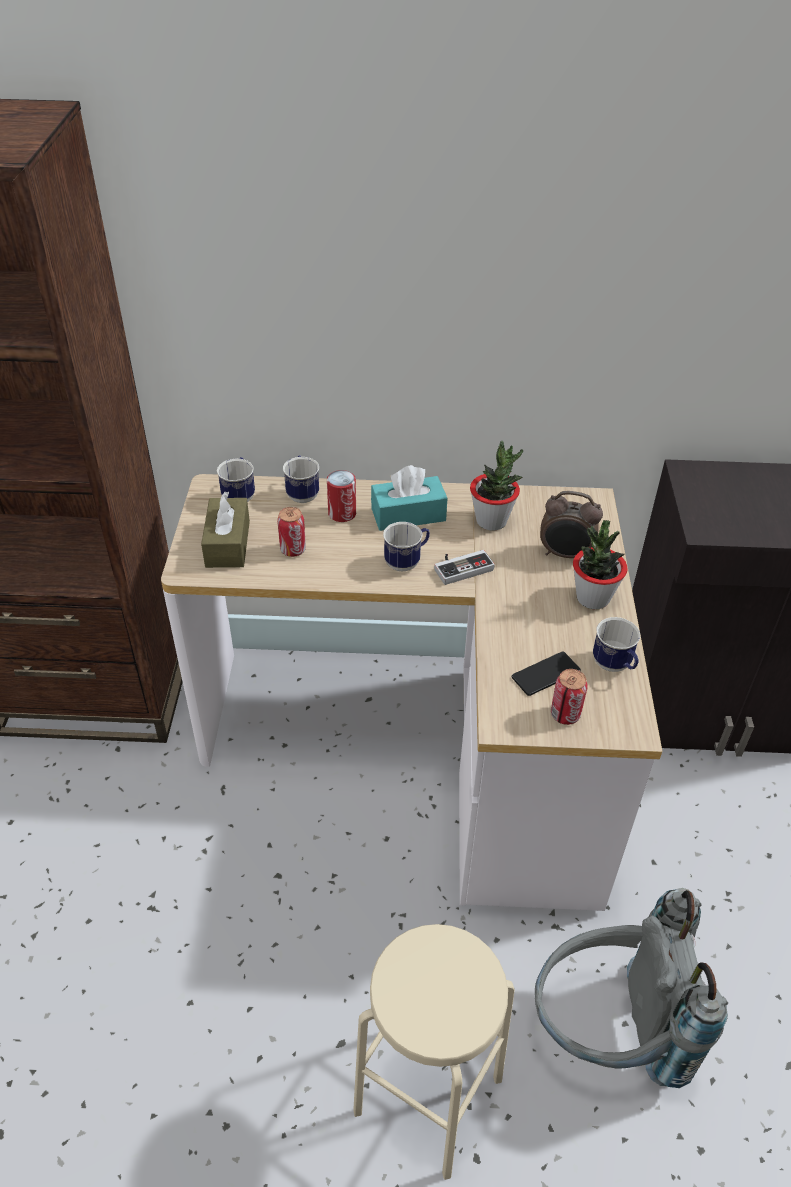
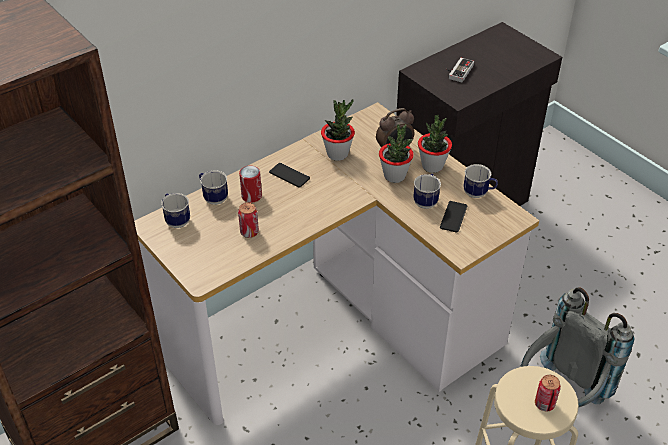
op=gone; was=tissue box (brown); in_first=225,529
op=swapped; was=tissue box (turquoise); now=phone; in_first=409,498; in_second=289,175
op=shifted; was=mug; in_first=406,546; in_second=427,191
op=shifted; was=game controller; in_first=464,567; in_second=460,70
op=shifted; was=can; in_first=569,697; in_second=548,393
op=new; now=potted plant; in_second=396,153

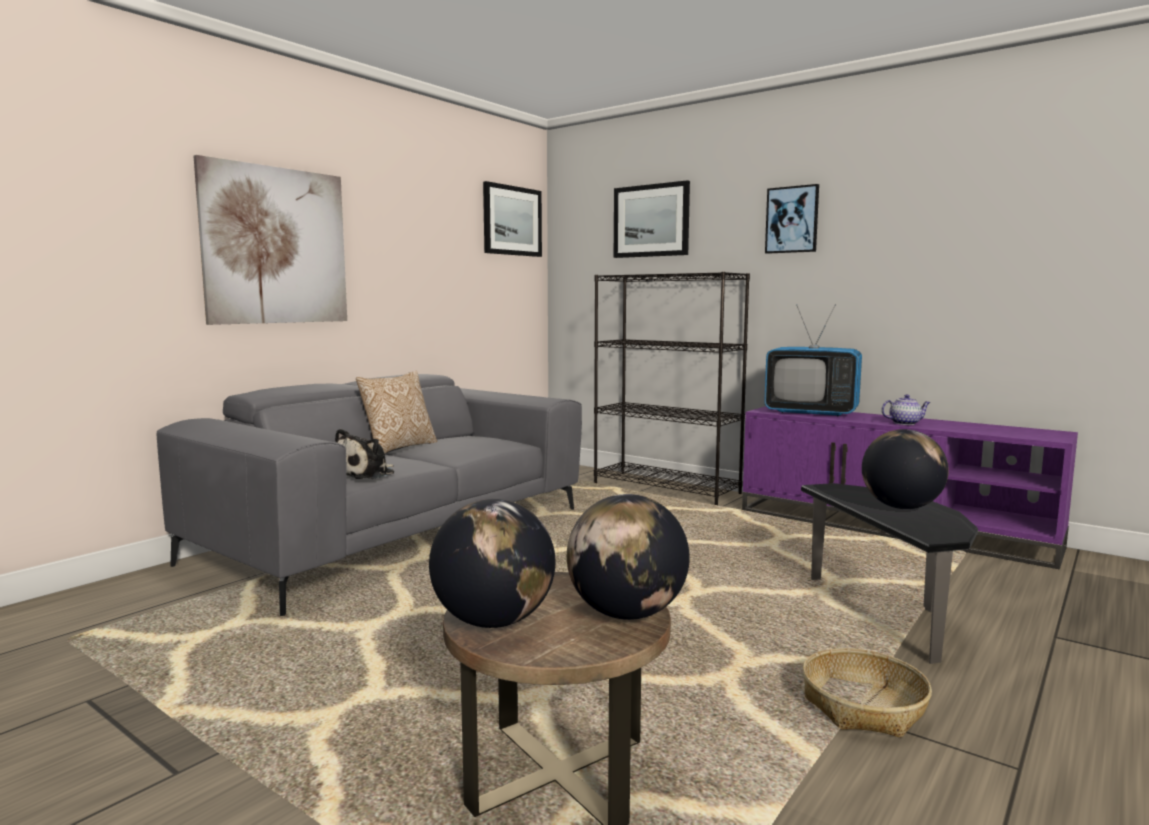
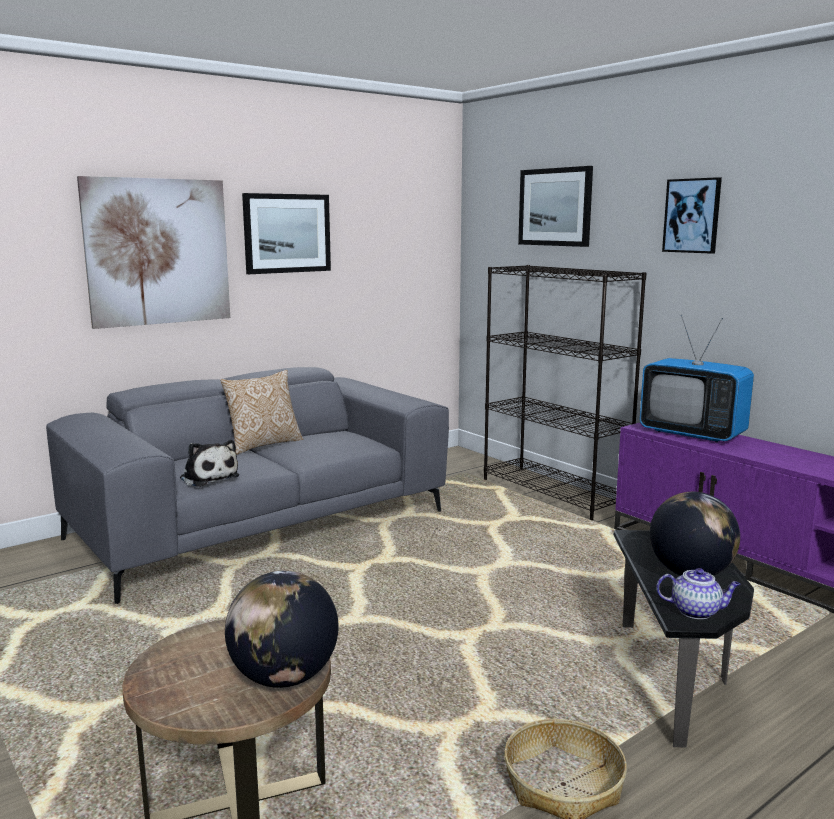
op=rotated; was=plush toy; in_first=364,454; in_second=210,463; clockwise=-90
op=gone; was=globe; in_first=492,563
op=shifted; was=picture; in_first=512,219; in_second=286,233
op=shifted; was=teapot; in_first=906,409; in_second=698,593

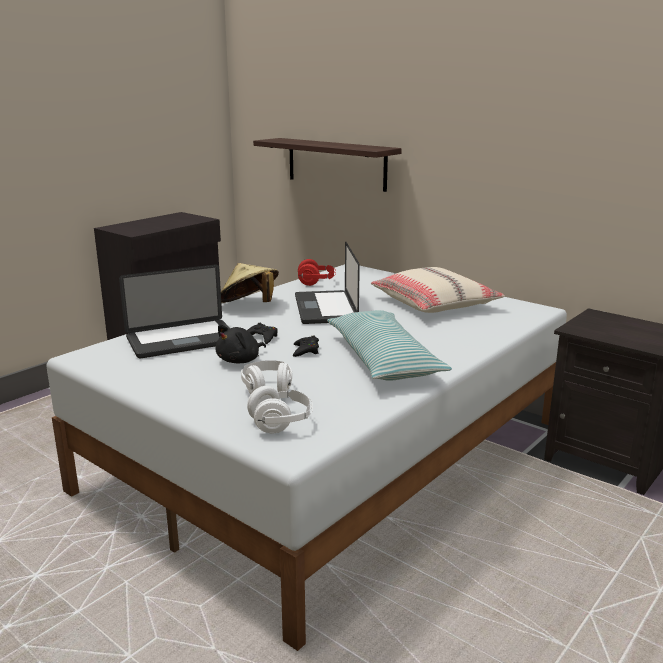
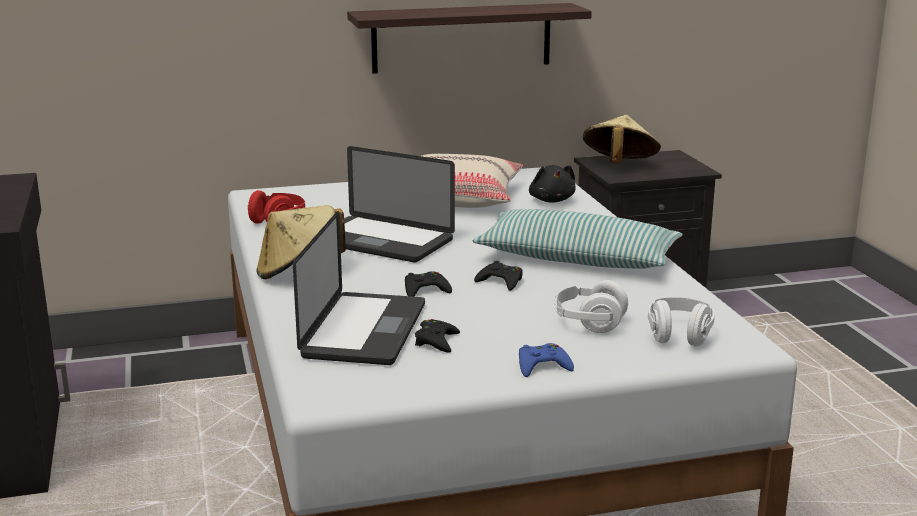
op=shifted; was=plush toy (black); in_first=240,344; in_second=552,184
op=shifted; was=shelf; in_first=327,165; in_second=469,38
op=new; now=game controller (black); in_second=437,336
op=new; now=game controller (blue); in_second=546,360
op=new; now=hat (beige); in_second=622,139

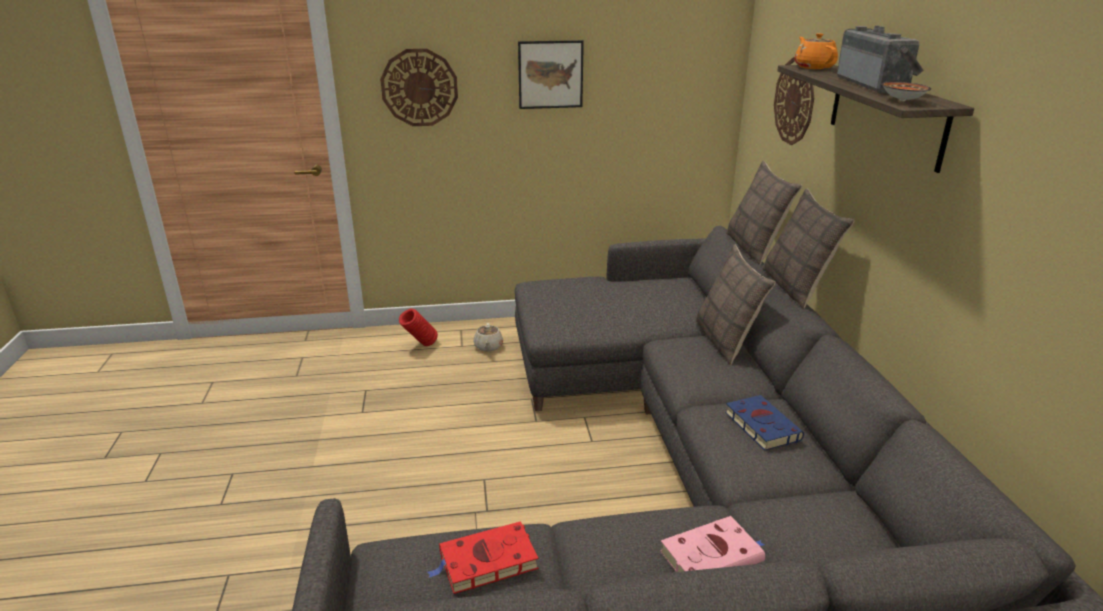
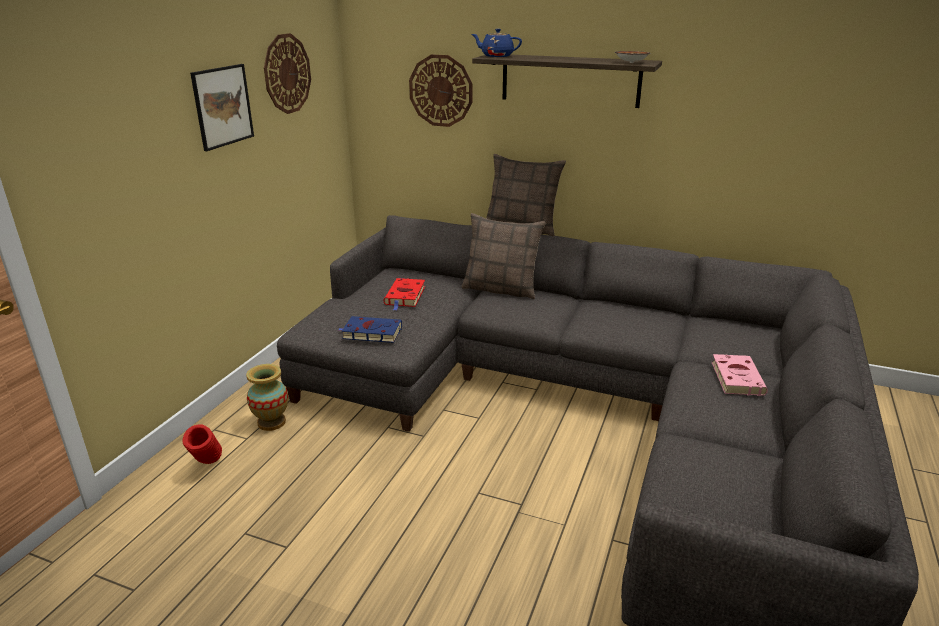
op=shifted; was=wall clock; in_first=419,87; in_second=287,73
op=shifted; was=book (red); in_first=483,557; in_second=404,294
op=swapped; was=teapot (beige); now=vase; in_first=488,337; in_second=267,397
op=shifted; was=book (blue); in_first=764,423; in_second=370,329
op=gone; was=pillow; in_first=764,212
op=repainted; was=teapot (orange); now=teapot (blue); in_first=816,51; in_second=497,43
op=gone; was=radio; in_first=880,59

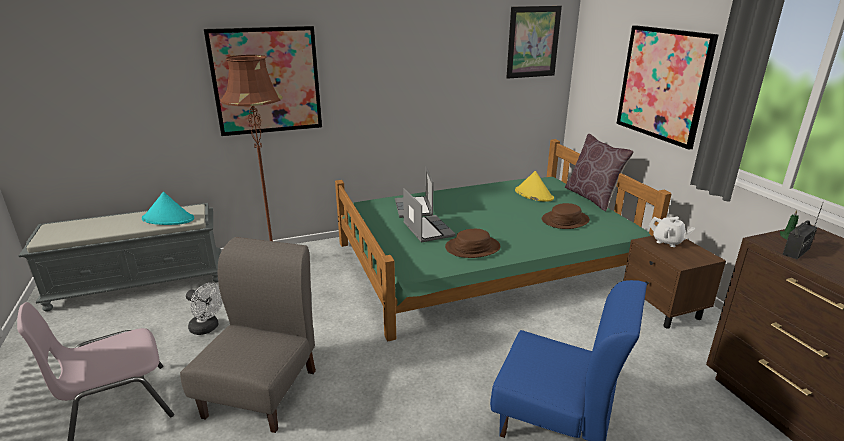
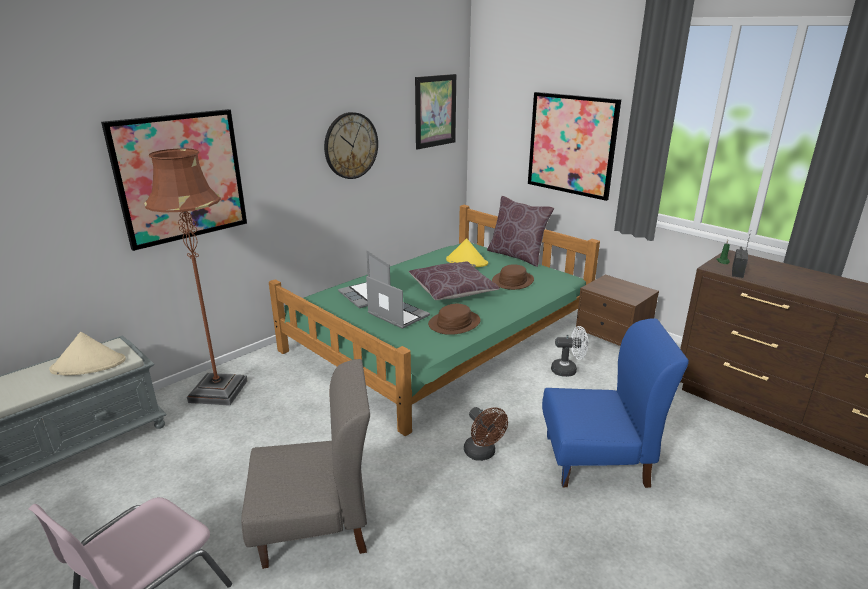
op=repainted; was=hat (turquoise); now=hat (beige); in_first=168,208; in_second=87,353
op=rotated; was=chair (grey); in_first=248,335; in_second=305,464; clockwise=90
op=shifted; was=fan (white); in_first=204,309; in_second=569,351
op=gone; was=teapot (white); in_first=672,232
op=new; now=wall clock; in_second=351,145
op=new; now=pillow (brown); in_second=454,281
op=new; now=fan (brown); in_second=486,434

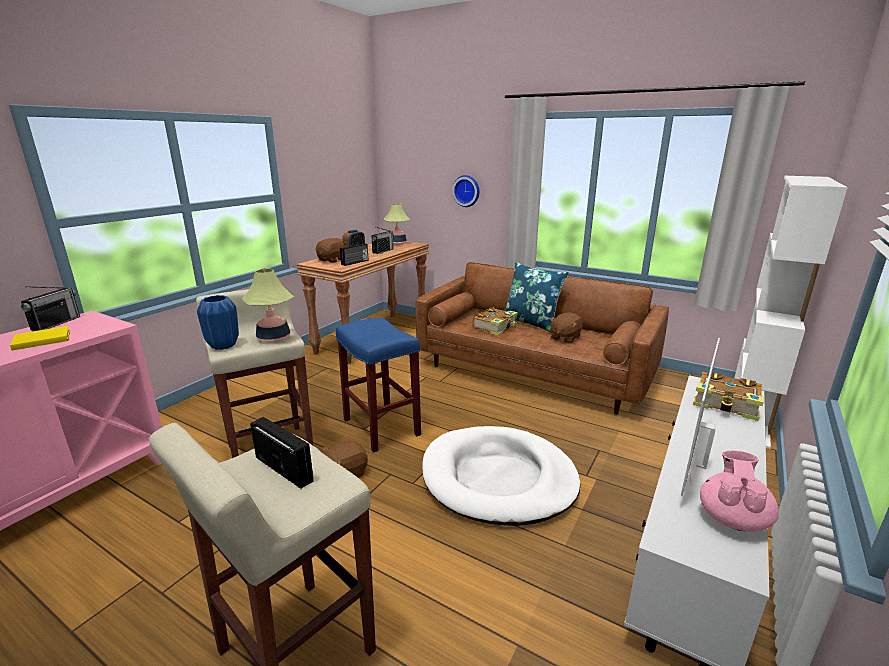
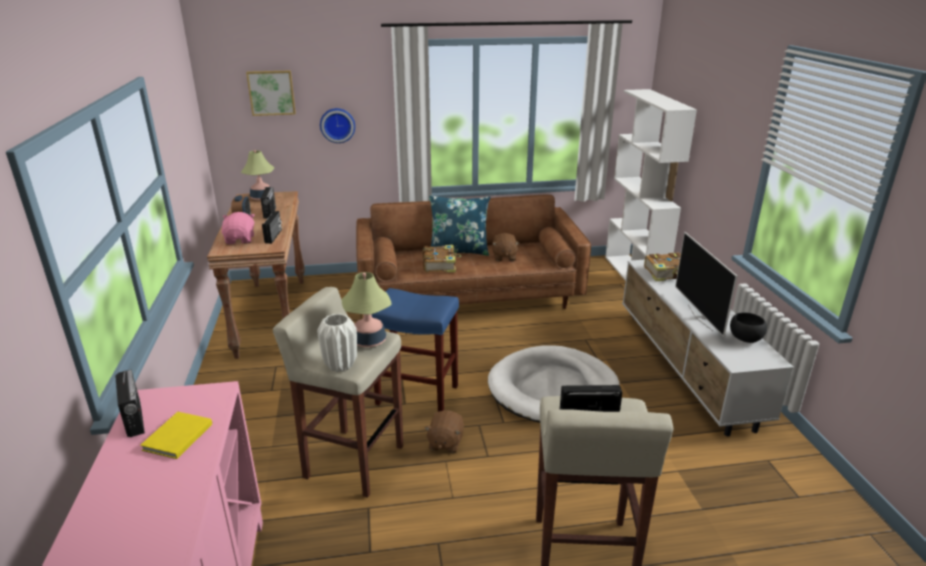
op=repainted; was=vase (blue); now=vase (white); in_first=218,322; in_second=337,343
op=repainted; was=plush toy (brown); now=plush toy (pink); in_first=331,250; in_second=238,228
op=swapped; was=teapot (pink); now=bowl (black); in_first=739,491; in_second=748,328
op=new; now=picture; in_second=271,93

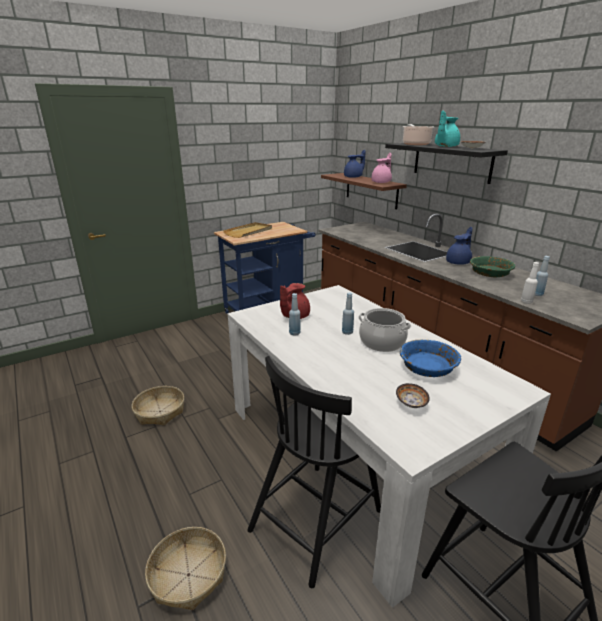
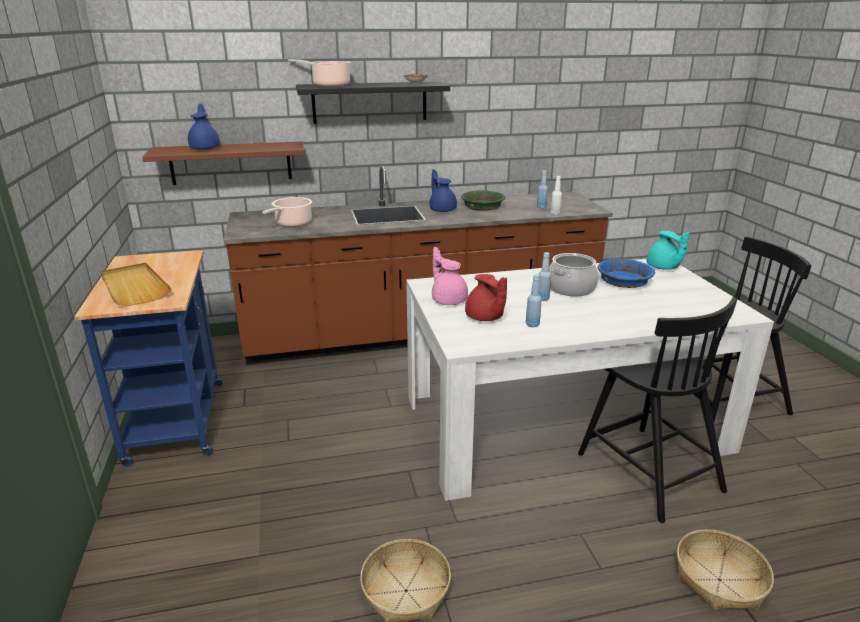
op=shifted; was=teapot (pink); in_first=381,168; in_second=450,276
op=gone; was=bowl; in_first=413,395
op=shifted; was=teapot (turquoise); in_first=447,129; in_second=668,250
op=new; now=cooking pot; in_second=287,212

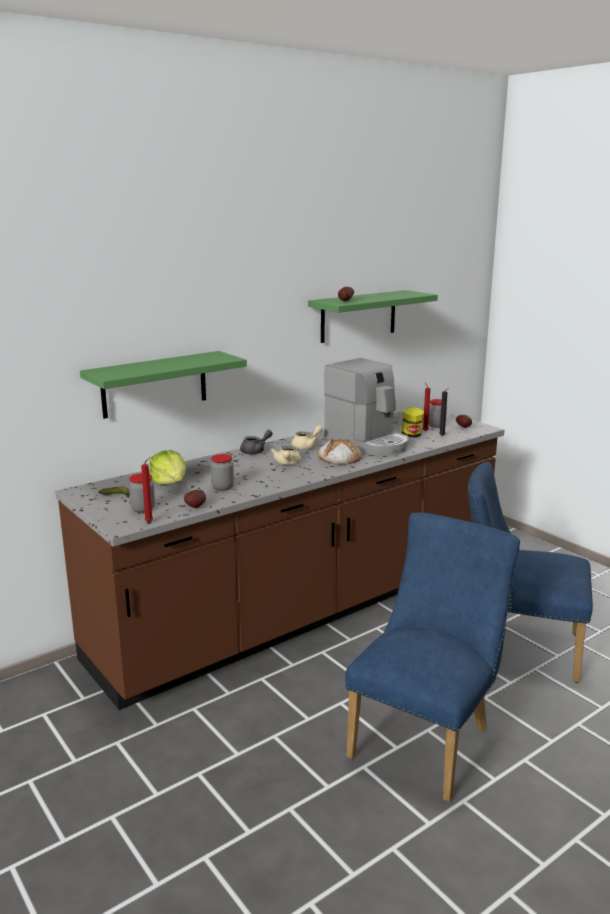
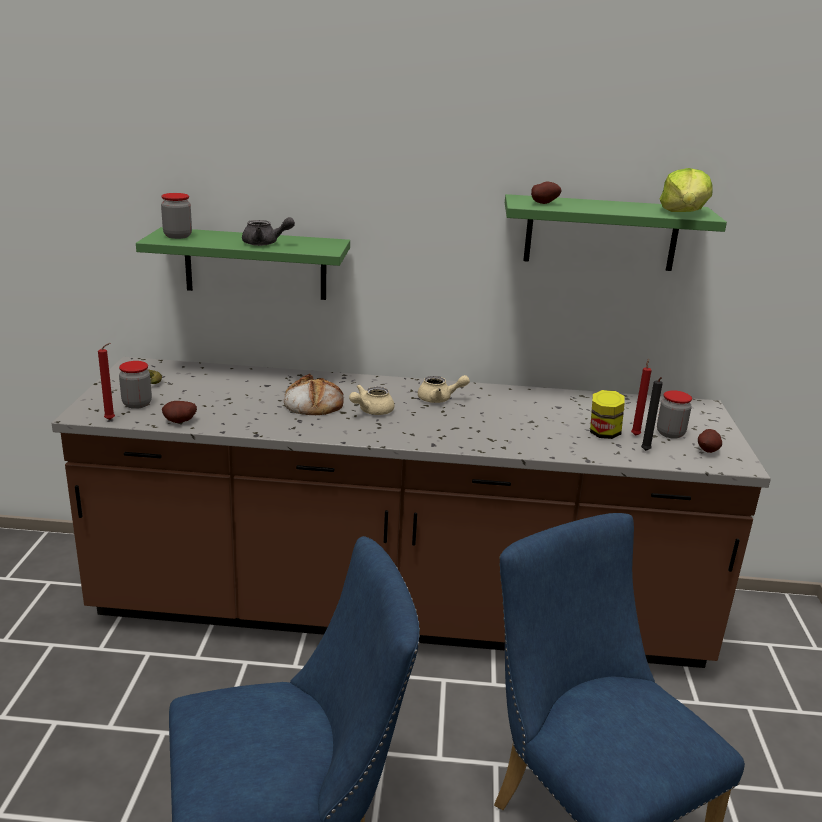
op=shifted; was=lettuce; in_first=167,467; in_second=686,190
op=shifted; was=jar; in_first=222,472; in_second=176,216
op=shifted; was=teapot (grey); in_first=256,442; in_second=268,231
op=shifted; was=bread; in_first=340,451; in_second=314,394
op=gone; was=coffee machine; in_first=366,407

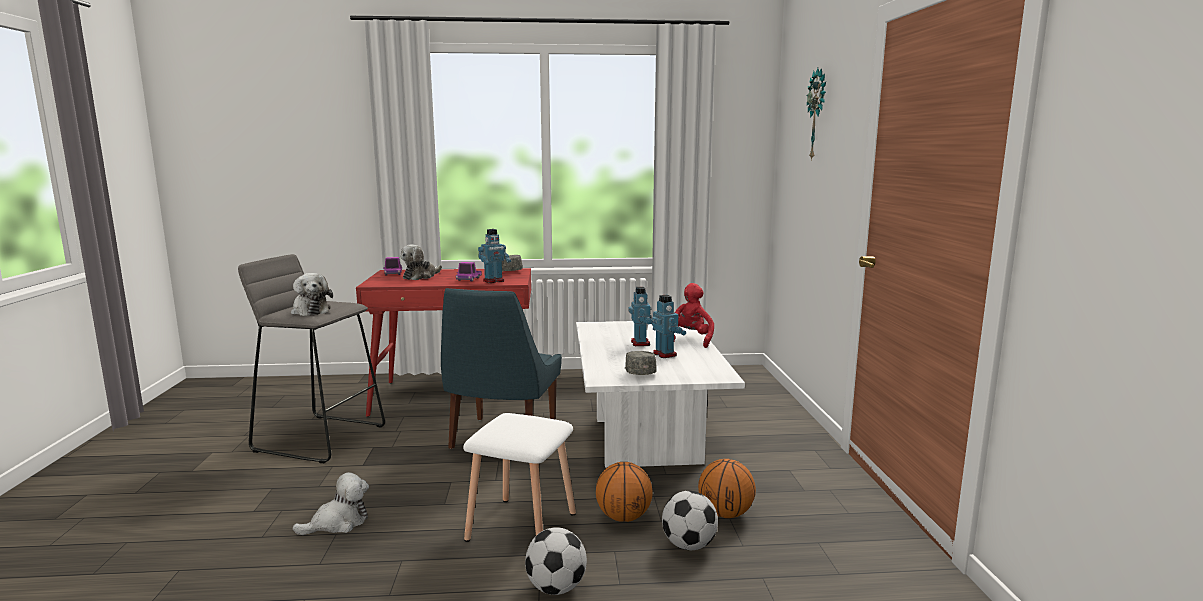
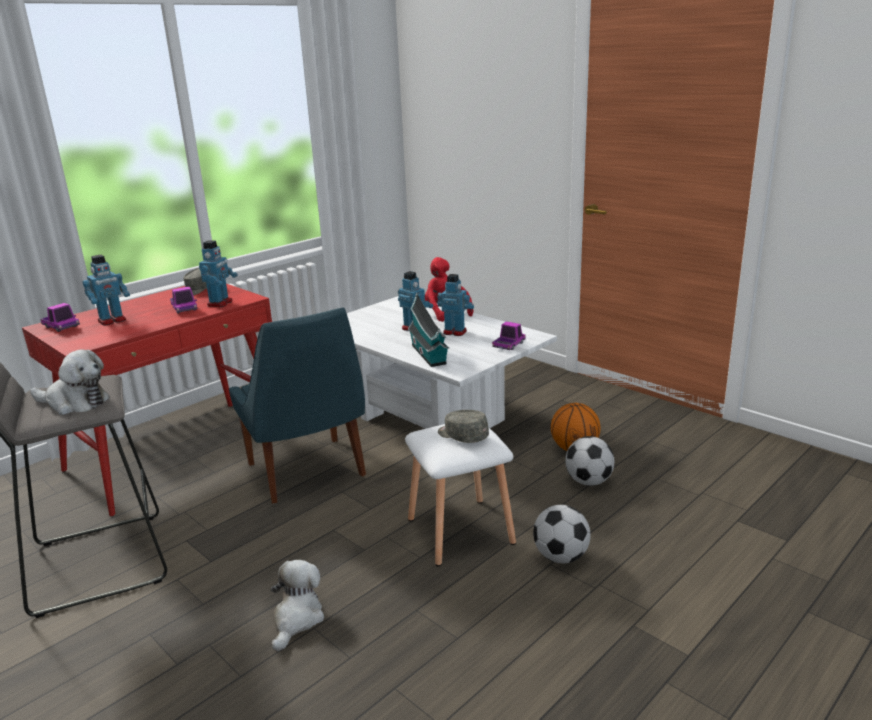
op=swapped; was=plush toy; now=toy robot; in_first=421,262; in_second=106,290
op=gone; was=basketball; in_first=624,492
op=shifted; was=cap (grey); in_first=641,363; in_second=463,426
op=gone; was=wall clock; in_first=816,114
op=new; now=toy house; in_second=429,330
op=new; now=toy truck; in_second=508,335

